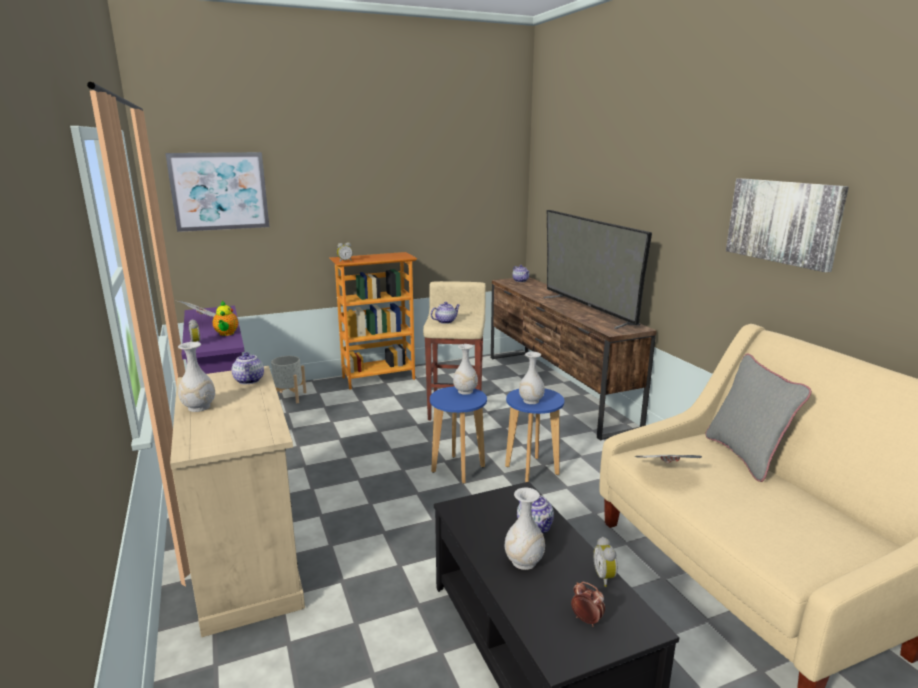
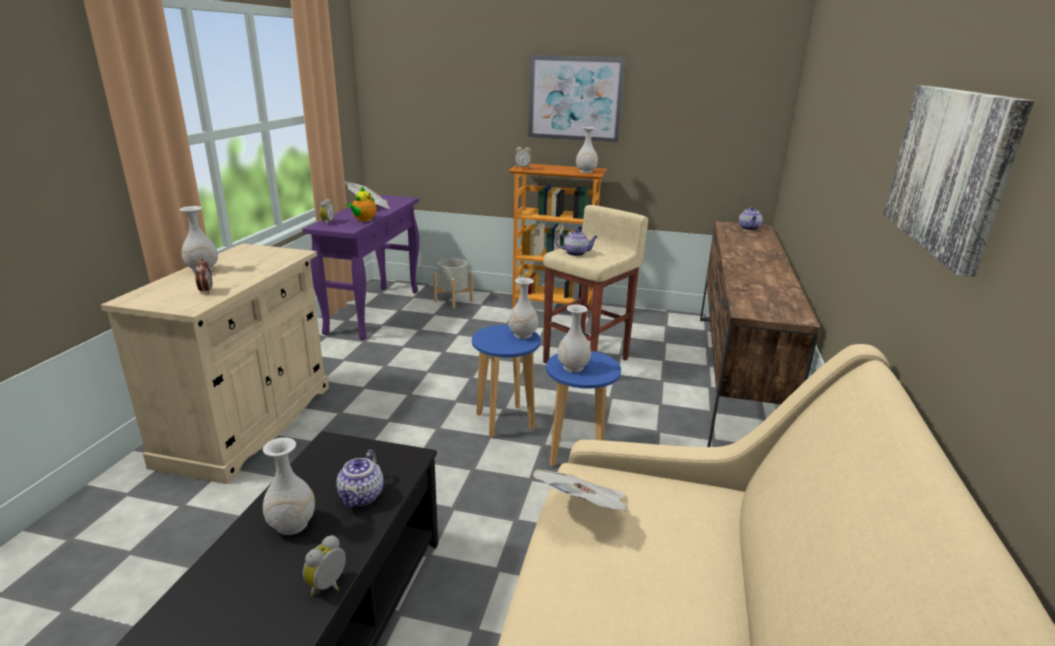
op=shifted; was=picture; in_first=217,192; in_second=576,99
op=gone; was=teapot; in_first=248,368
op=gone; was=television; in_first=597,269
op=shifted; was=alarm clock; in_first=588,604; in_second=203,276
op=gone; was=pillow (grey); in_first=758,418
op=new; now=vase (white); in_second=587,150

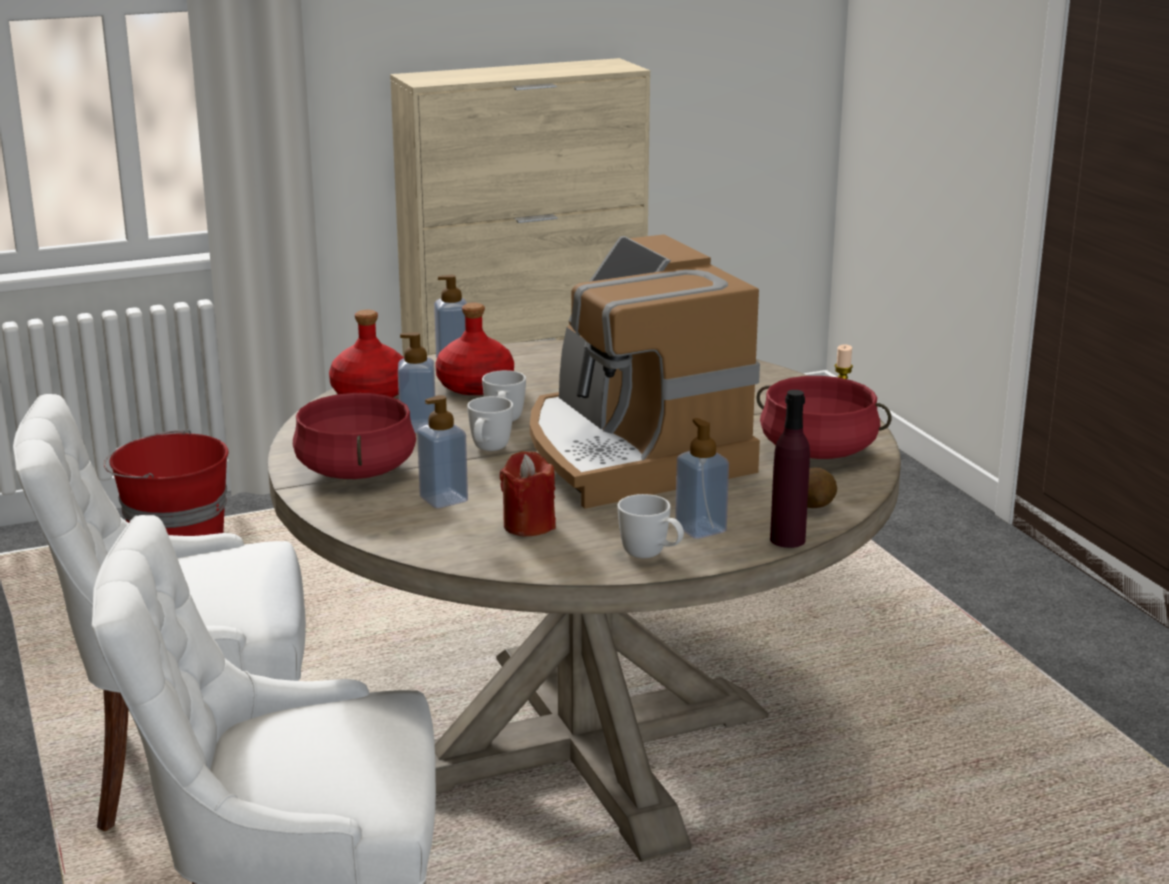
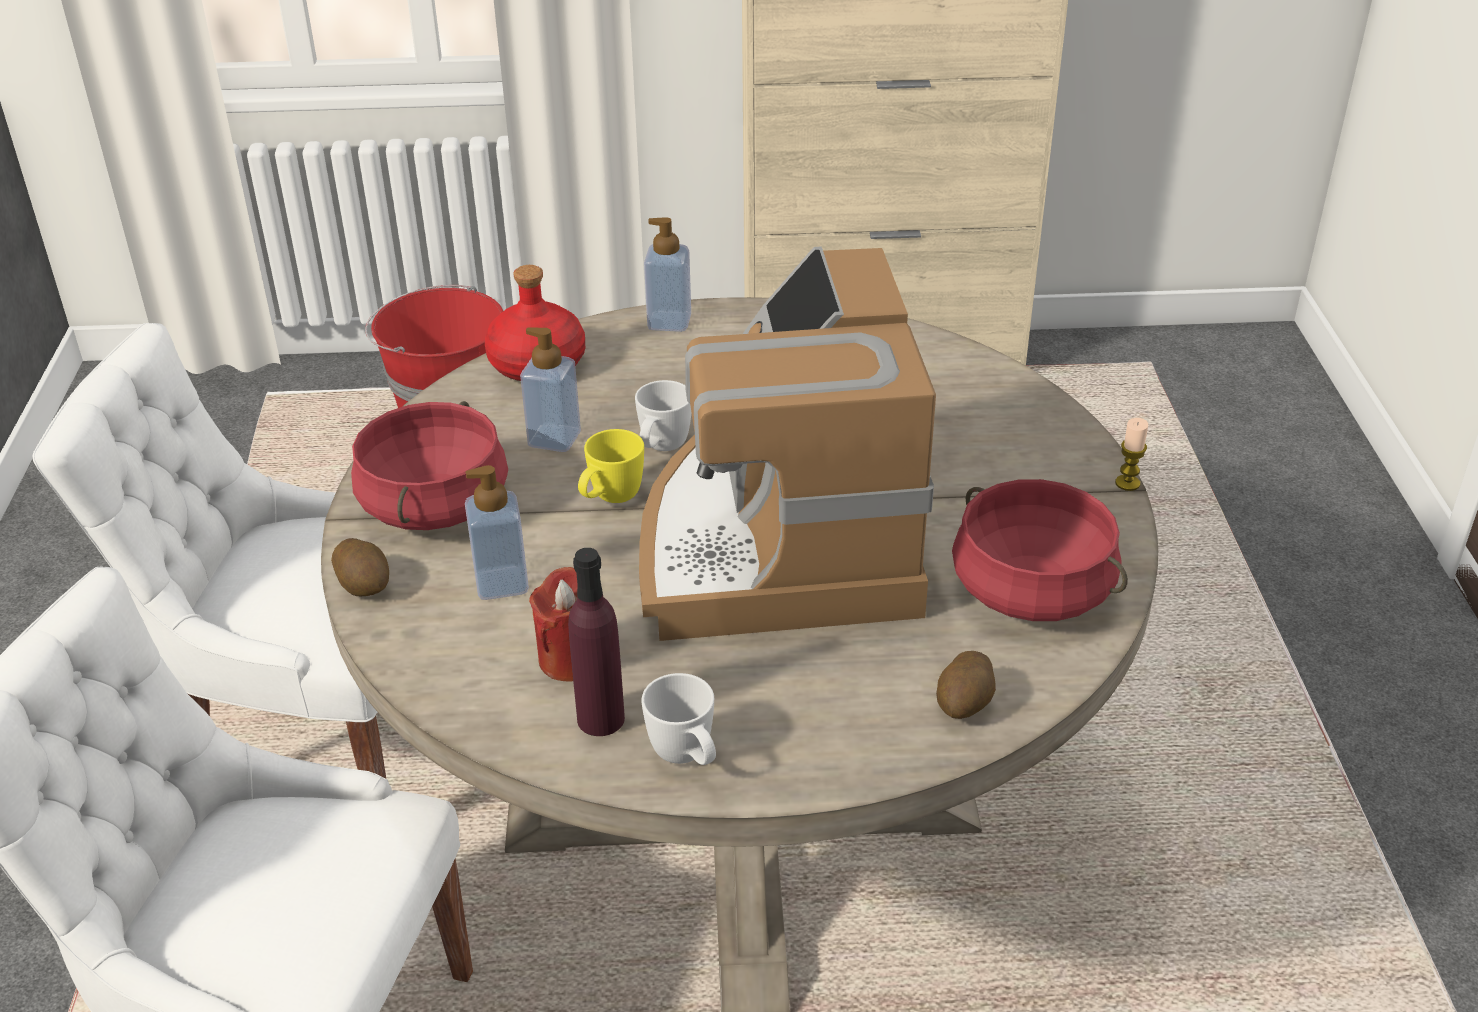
op=gone; was=bottle (red); in_first=474,349
op=repainted; was=mug (white); now=mug (yellow); in_first=490,423; in_second=611,466
op=gone; was=soap dispenser; in_first=702,478
op=shifted; was=bottle (purple); in_first=790,469; in_second=596,642
op=new; now=potato; in_second=360,567

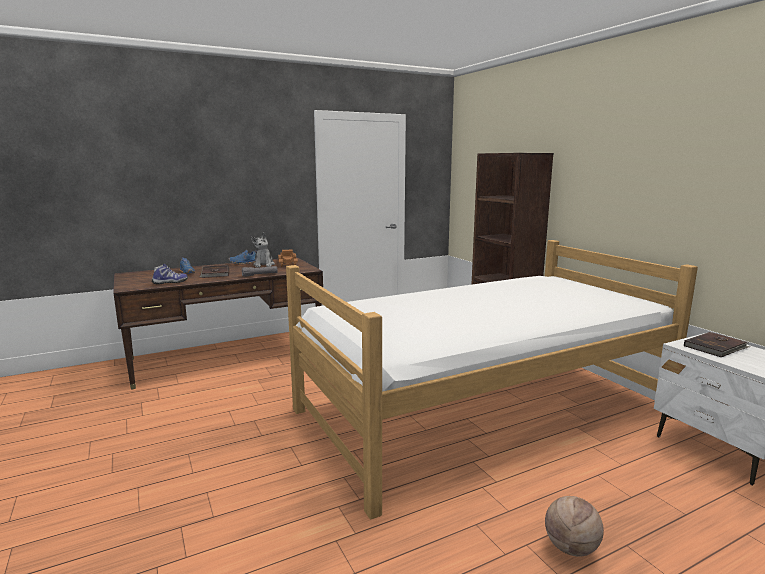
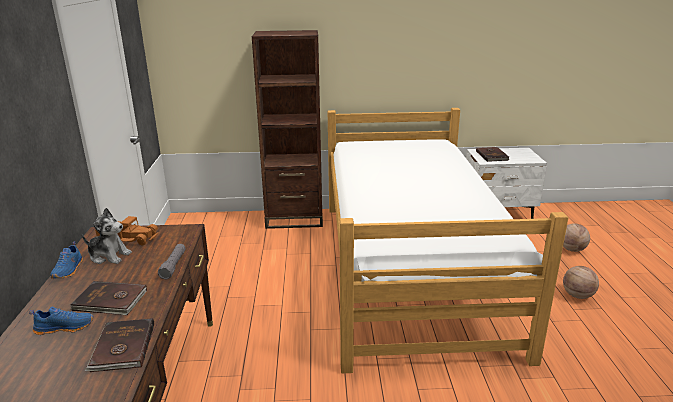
op=swapped; was=shoe; now=book (brown); in_first=170,274; in_second=119,345
op=new; now=basketball; in_second=576,237

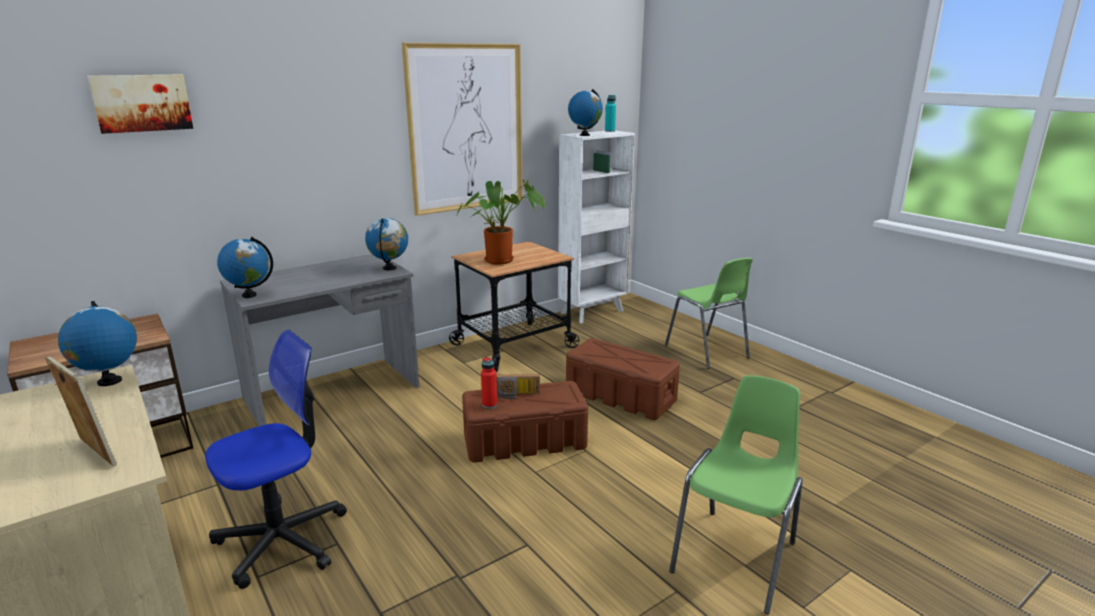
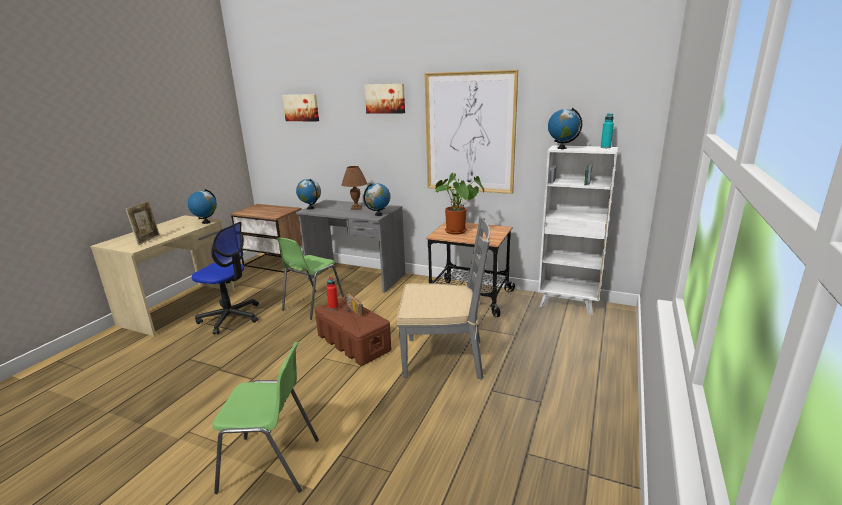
op=swapped; was=storage box (brown); now=chair (grey); in_first=623,379; in_second=443,298
op=shifted; was=chair (green); in_first=709,313; in_second=310,278
op=new; now=table lamp (brown); in_second=354,188
op=new; now=picture; in_second=384,98

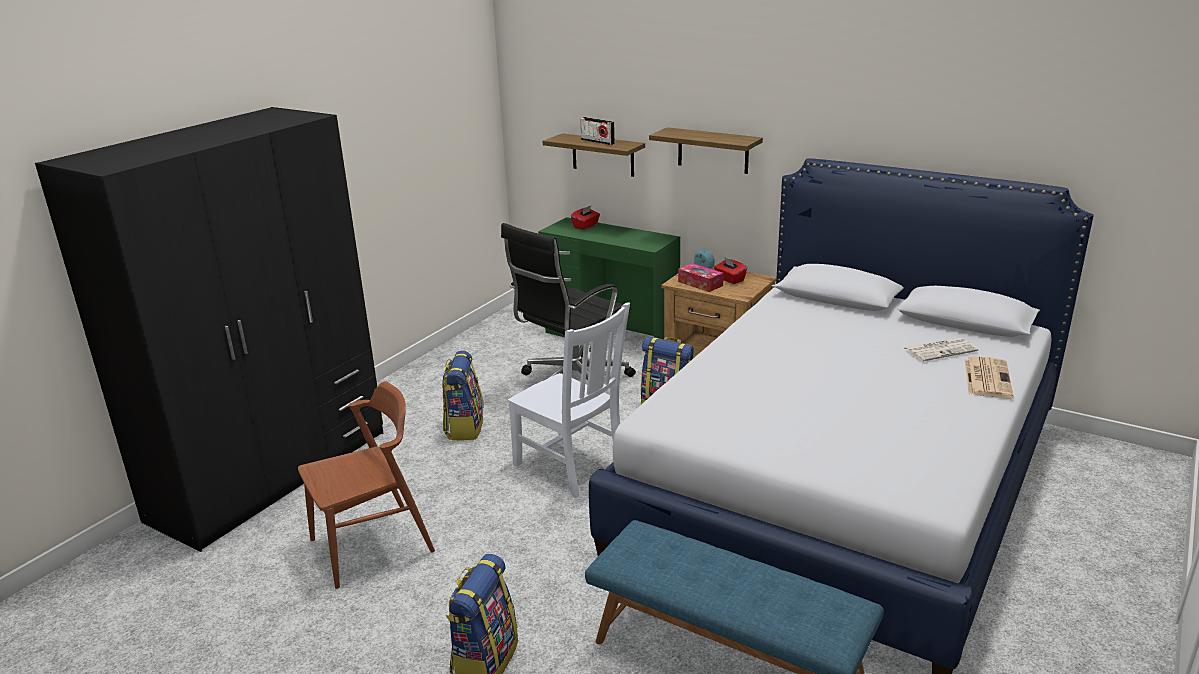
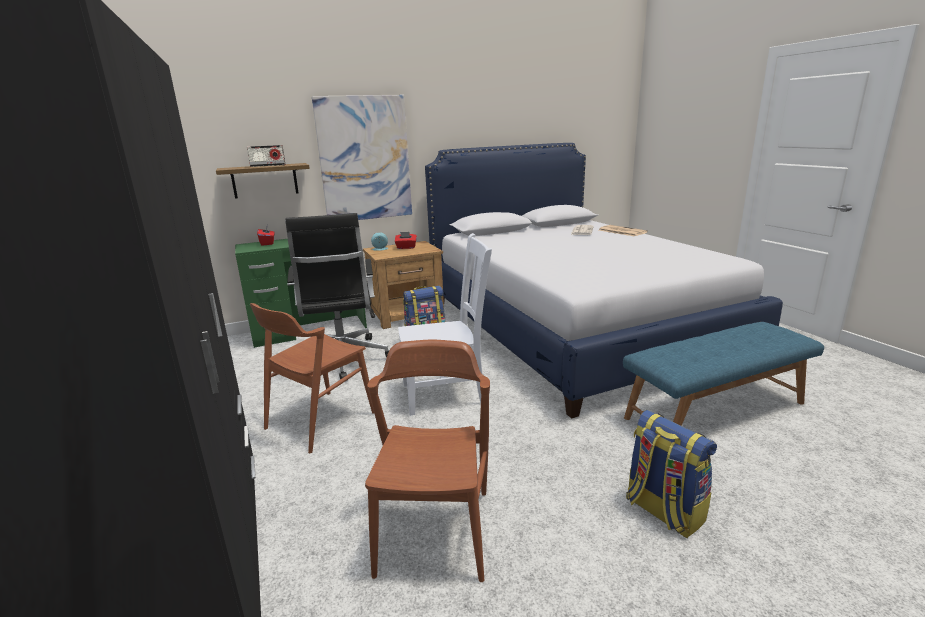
op=swapped; was=backpack; now=chair (brown); in_first=463,395; in_second=312,378
op=swapped; was=shelf; now=picture; in_first=706,150; in_second=362,157
op=gone; was=tissue box; in_first=701,277

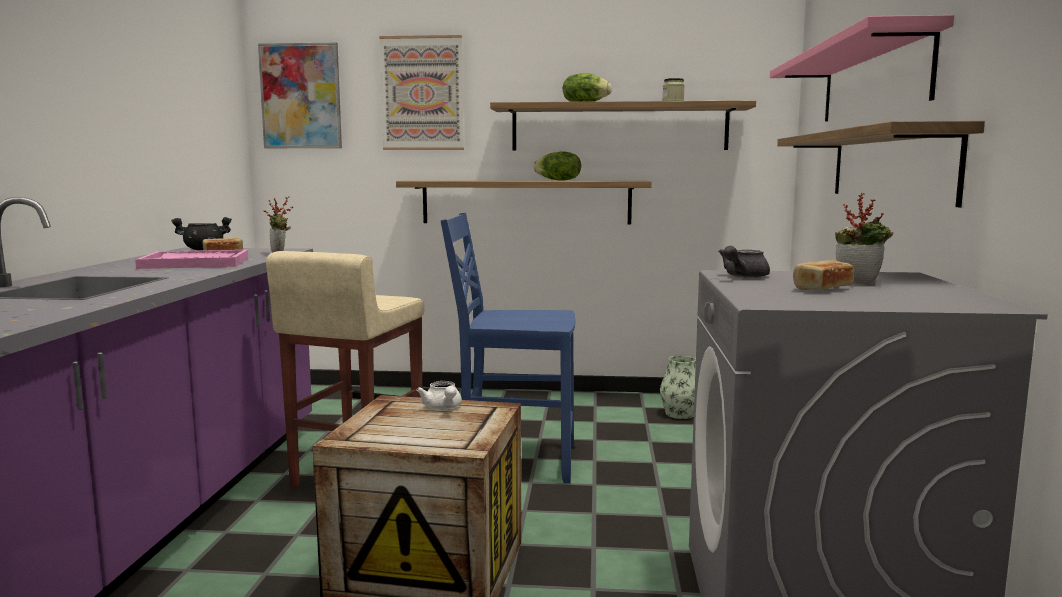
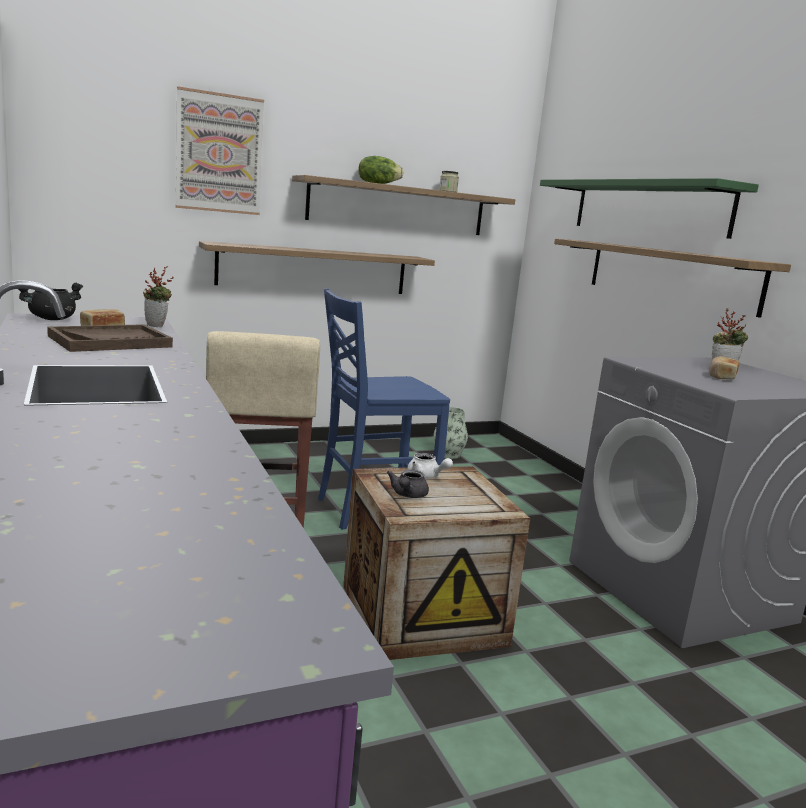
op=repainted; was=tray (pink); now=tray (brown); in_first=191,259; in_second=110,338
op=gone; was=picture; in_first=300,95
op=gone; was=lettuce; in_first=557,166
op=shifted; was=teapot (grey); in_first=744,262; in_second=408,484
op=repainted; was=shelf (pink); now=shelf (green); in_first=862,68; in_second=649,208

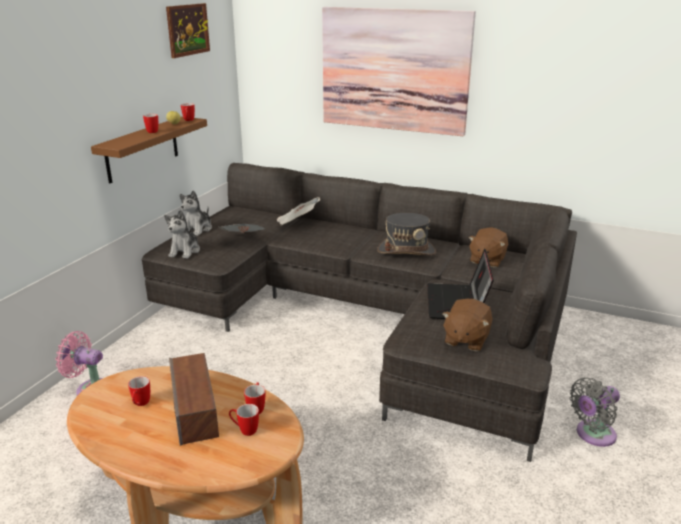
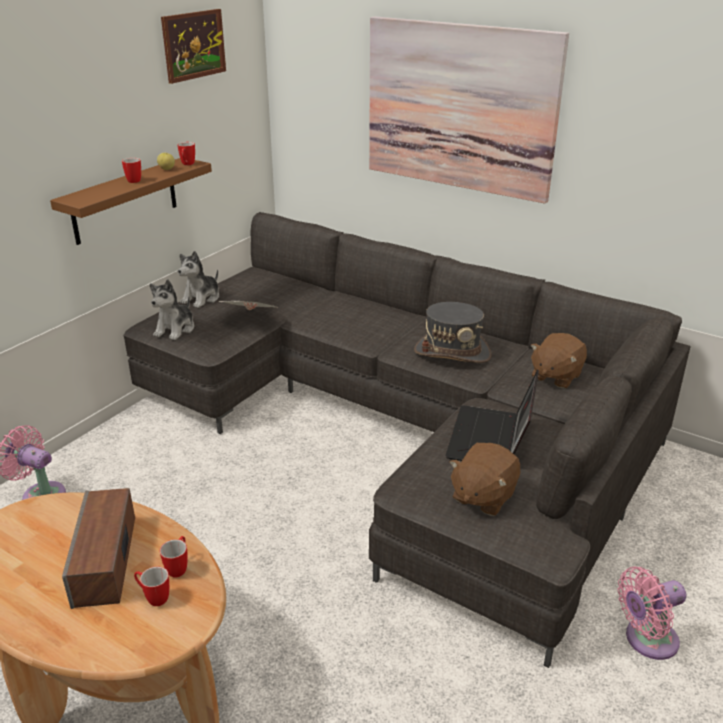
op=gone; was=mug; in_first=139,391
op=gone; was=newspaper; in_first=298,211
op=repainted; was=fan (grey); now=fan (pink); in_first=594,412; in_second=651,613

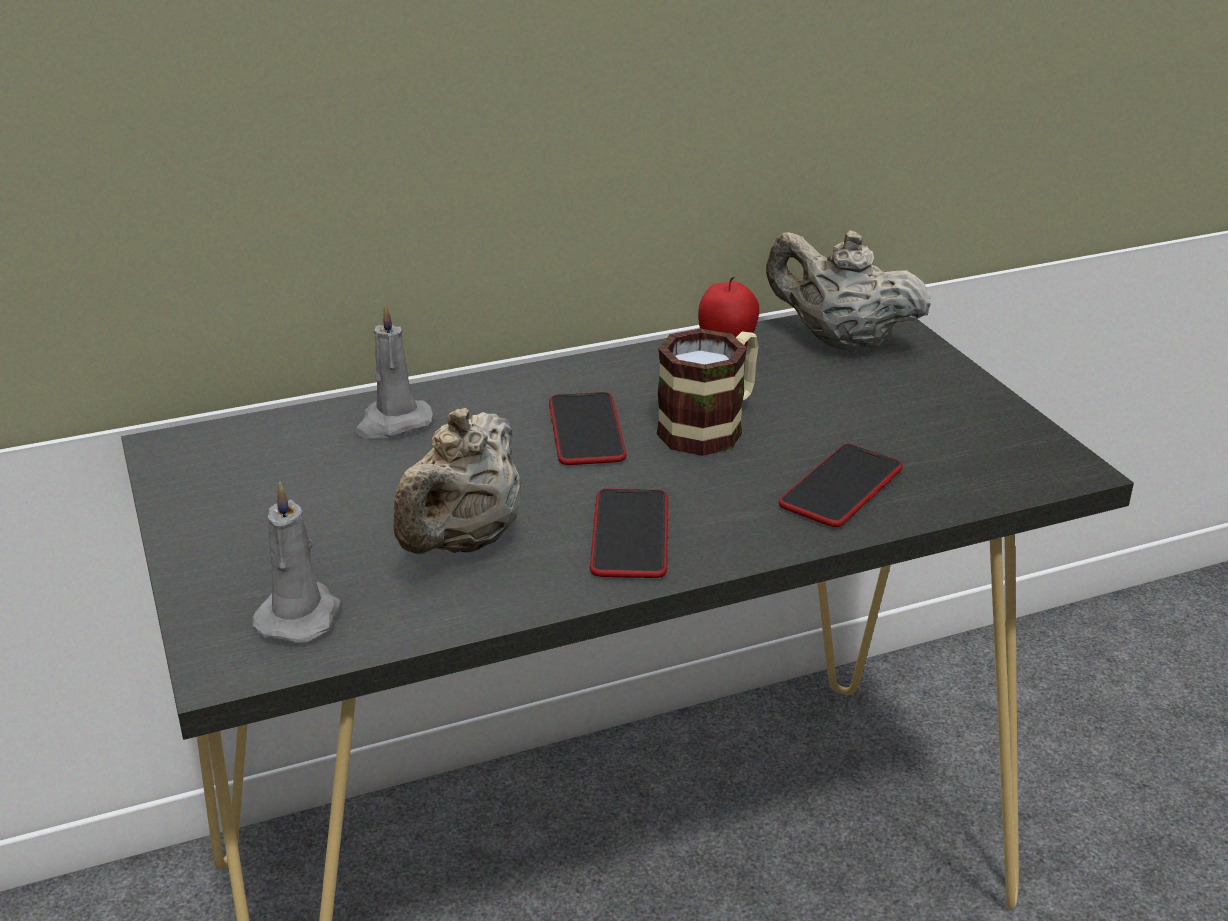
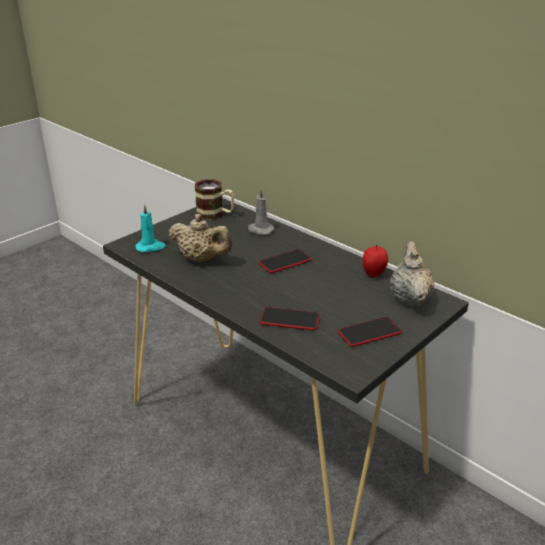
op=repainted; was=candle (grey); now=candle (turquoise); in_first=297,562; in_second=150,228
op=rotated; was=teapot (beige); in_first=457,481; in_second=200,238; clockwise=-150
op=shifted; was=phone; in_first=629,533; in_second=370,332
op=shifted; was=mug; in_first=707,392; in_second=214,199

